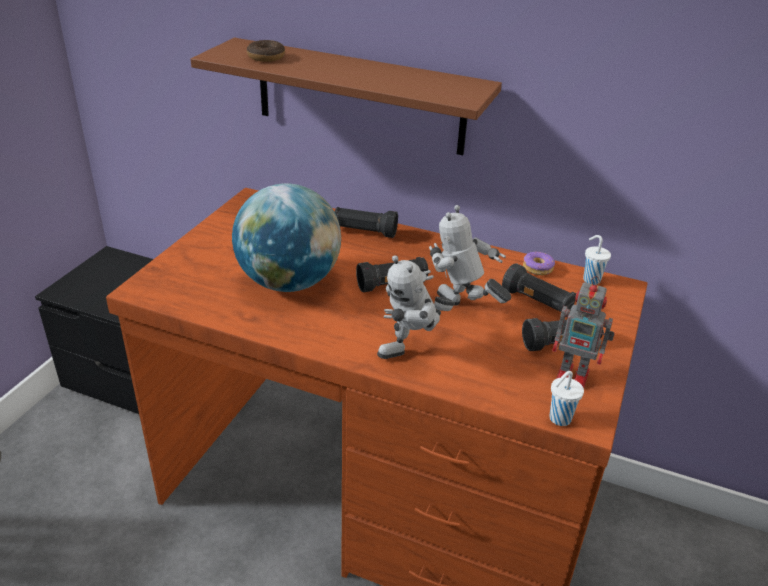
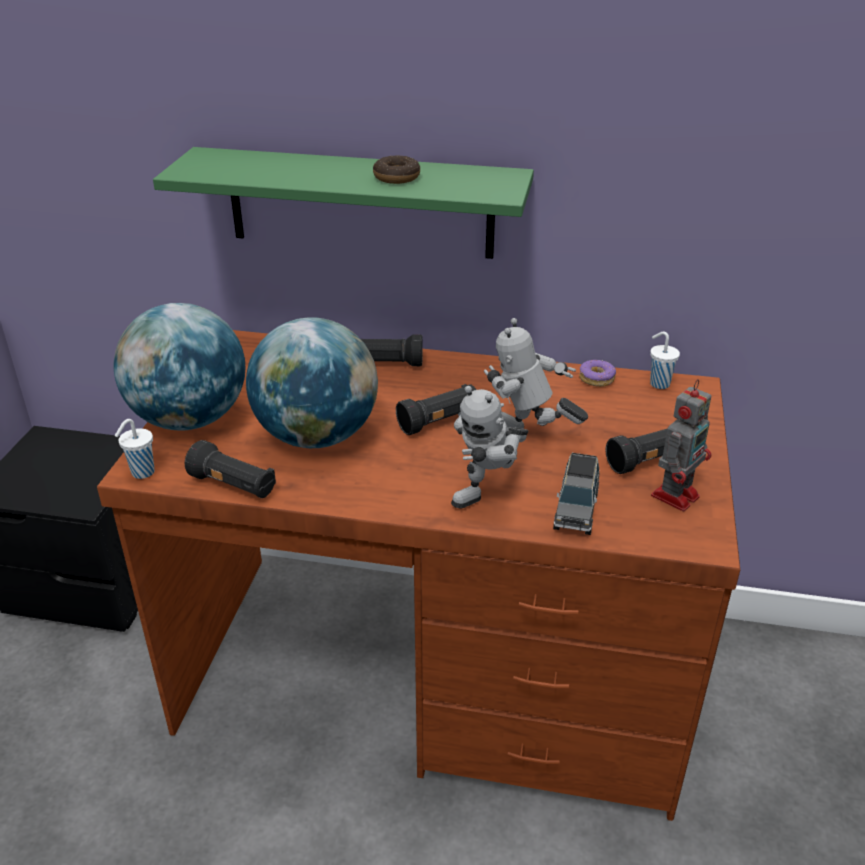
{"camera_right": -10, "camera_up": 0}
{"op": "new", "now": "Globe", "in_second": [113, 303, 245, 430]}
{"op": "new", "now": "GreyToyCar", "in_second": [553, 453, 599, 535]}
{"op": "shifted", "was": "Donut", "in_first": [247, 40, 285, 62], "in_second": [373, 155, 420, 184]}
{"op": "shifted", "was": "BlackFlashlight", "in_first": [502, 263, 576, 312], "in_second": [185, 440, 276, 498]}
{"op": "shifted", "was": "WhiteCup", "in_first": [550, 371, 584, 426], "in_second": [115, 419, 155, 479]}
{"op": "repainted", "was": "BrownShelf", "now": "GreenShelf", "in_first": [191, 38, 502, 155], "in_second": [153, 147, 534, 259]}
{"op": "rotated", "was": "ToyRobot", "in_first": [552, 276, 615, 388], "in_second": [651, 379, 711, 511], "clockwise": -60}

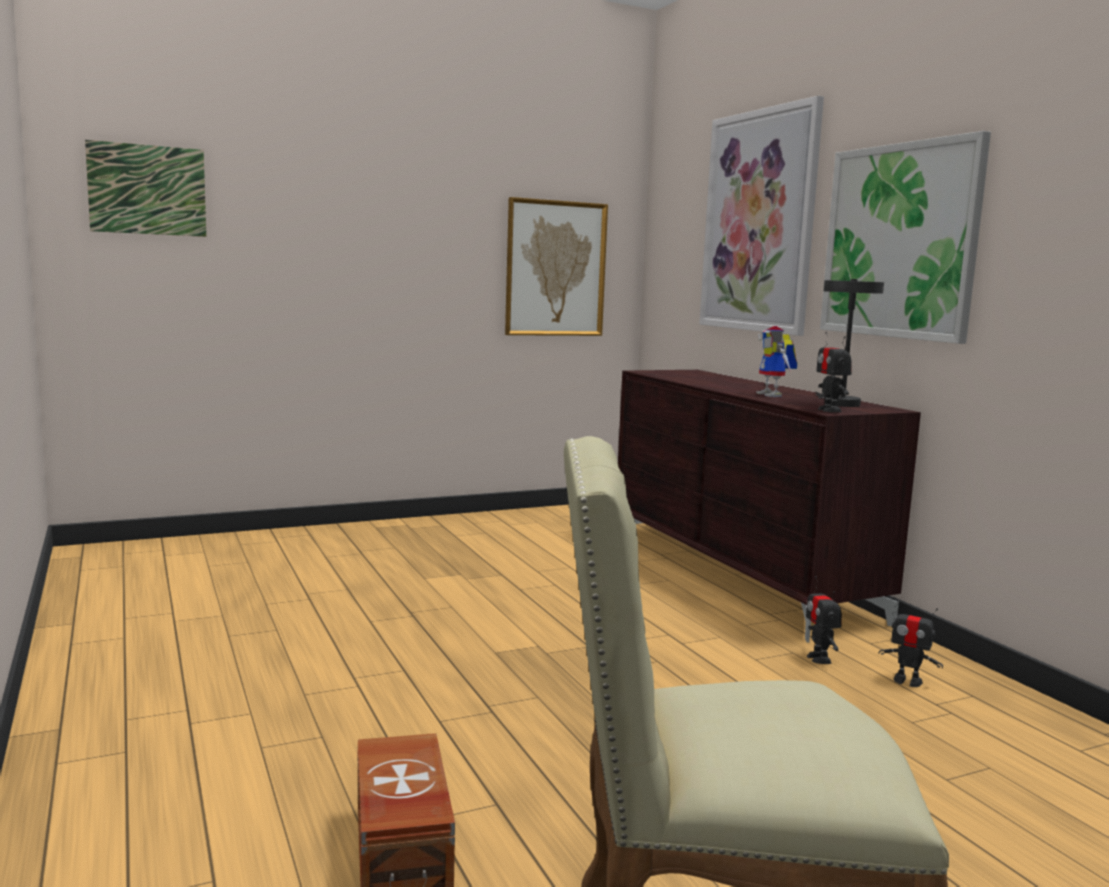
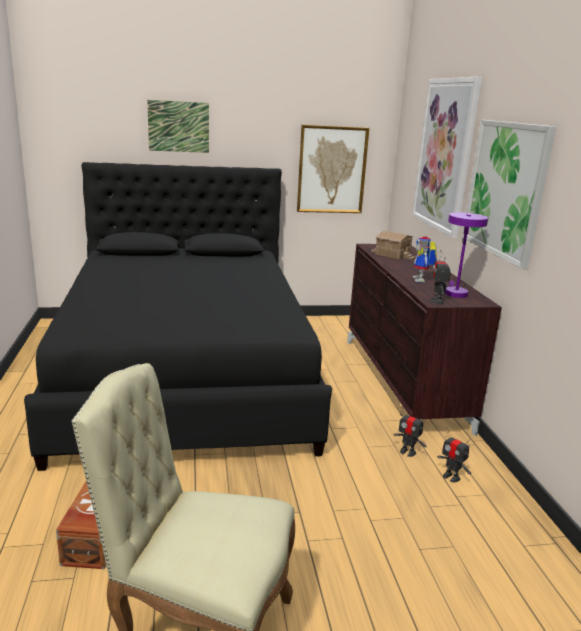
{"camera_right": 15, "camera_up": 10}
{"op": "new", "now": "BlackBed", "in_second": [24, 162, 332, 471]}
{"op": "new", "now": "ToyHouse", "in_second": [371, 231, 415, 260]}
{"op": "shifted", "was": "Picture", "in_first": [85, 140, 206, 237], "in_second": [147, 100, 209, 153]}
{"op": "repainted", "was": "GreyTableLamp", "now": "PurpleTableLamp", "in_first": [815, 279, 884, 407], "in_second": [445, 212, 488, 298]}
{"op": "rotated", "was": "ToyRobot", "in_first": [806, 576, 842, 664], "in_second": [393, 406, 427, 457], "clockwise": -60}

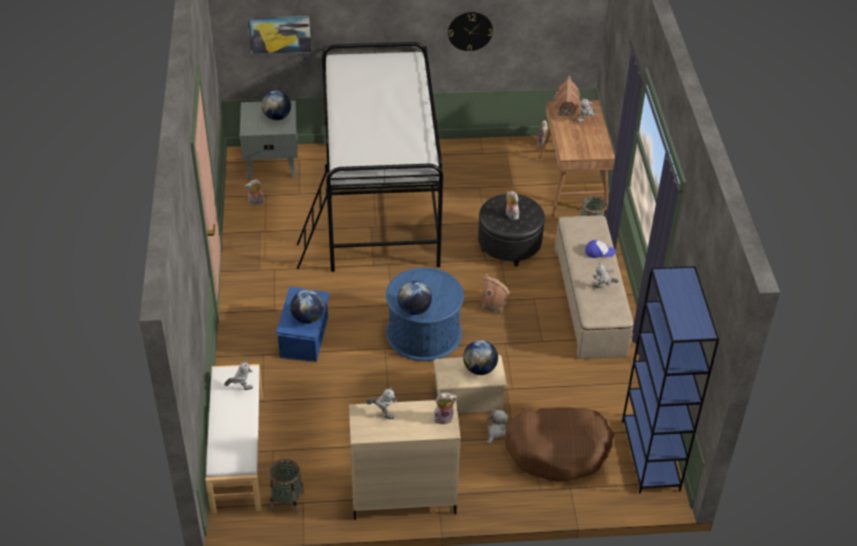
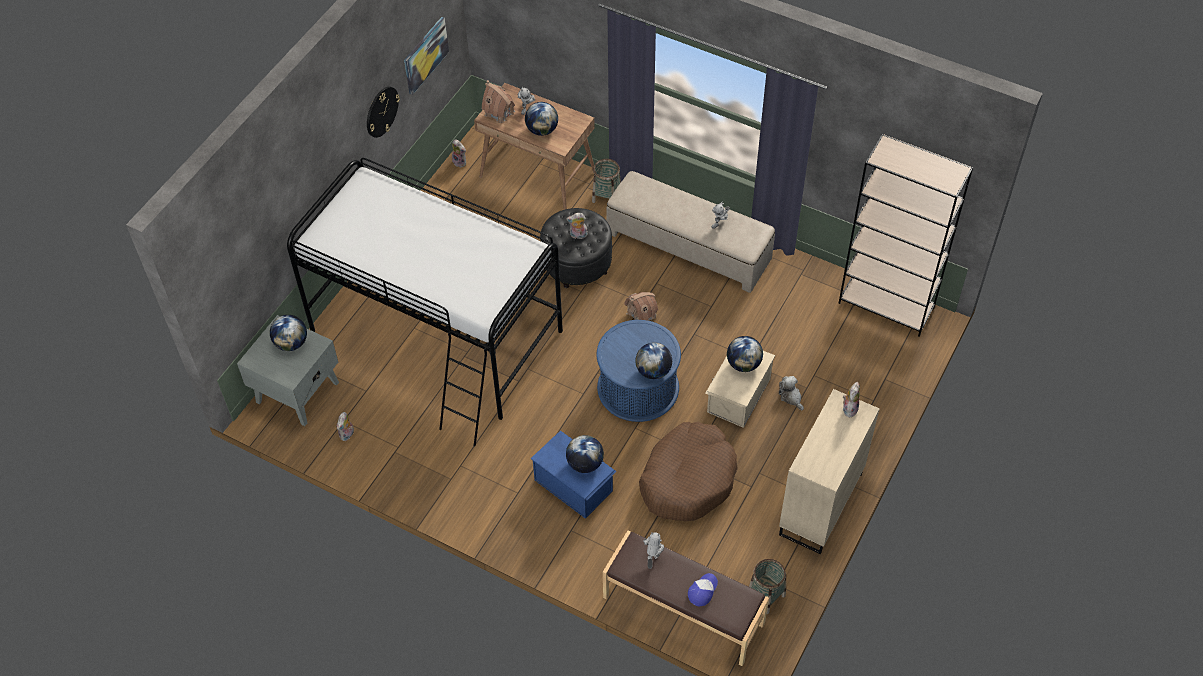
{"camera_right": -55, "camera_up": 10}
{"op": "gone", "was": "ToyRobot", "in_first": [366, 387, 397, 419]}
{"op": "new", "now": "Globe", "in_second": [525, 102, 558, 136]}
{"op": "shifted", "was": "Picture", "in_first": [247, 16, 311, 54], "in_second": [404, 17, 449, 95]}
{"op": "shifted", "was": "BrownDogBed", "in_first": [505, 407, 614, 482], "in_second": [639, 422, 738, 522]}
{"op": "shifted", "was": "Cap", "in_first": [585, 240, 615, 258], "in_second": [688, 573, 718, 606]}
{"op": "repainted", "was": "WhiteBench", "now": "BrownBench", "in_first": [205, 364, 263, 514], "in_second": [603, 531, 769, 666]}
{"op": "repainted", "was": "BlueBookcase", "now": "BeigeBookcase", "in_first": [622, 266, 719, 494], "in_second": [838, 134, 973, 337]}

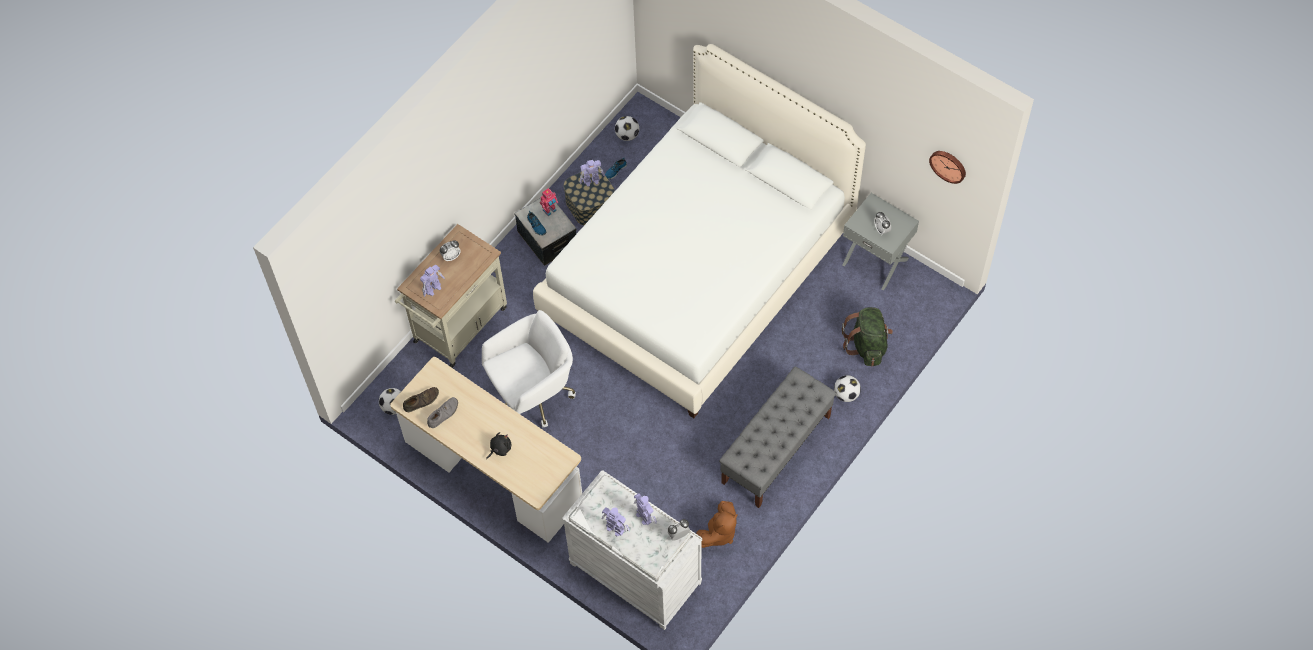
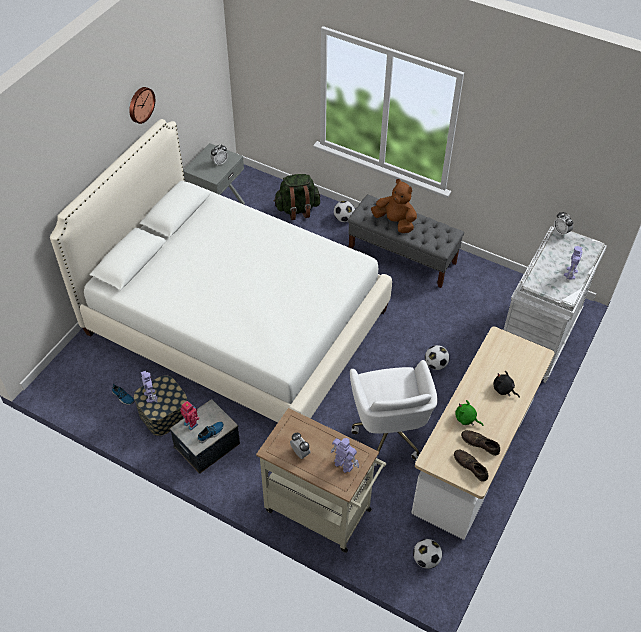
{"camera_right": -100, "camera_up": -10}
{"op": "gone", "was": "ToyRobot", "in_first": [634, 493, 657, 525]}
{"op": "new", "now": "GreenPlushToy", "in_second": [455, 400, 484, 426]}
{"op": "shifted", "was": "Football", "in_first": [615, 116, 639, 141], "in_second": [425, 345, 450, 370]}
{"op": "shifted", "was": "BrownPlushToy", "in_first": [696, 501, 738, 548], "in_second": [371, 179, 417, 233]}
{"op": "shifted", "was": "WallClock", "in_first": [929, 151, 966, 184], "in_second": [129, 87, 155, 124]}
{"op": "repainted", "was": "GreyShoe", "now": "BrownShoe", "in_first": [427, 397, 458, 428], "in_second": [461, 430, 500, 456]}
{"op": "rotated", "was": "WhiteOfficeChair", "in_first": [482, 310, 576, 427], "in_second": [350, 360, 438, 466], "clockwise": -150}

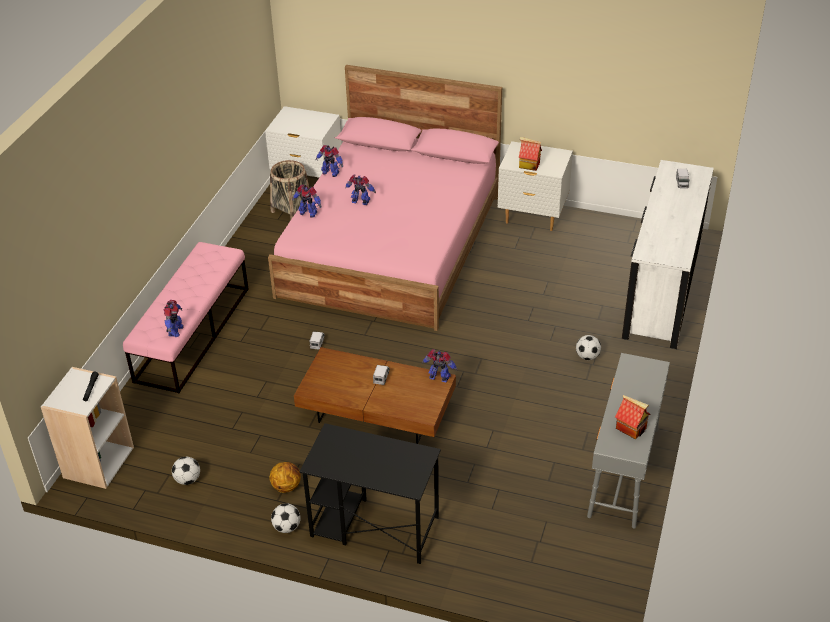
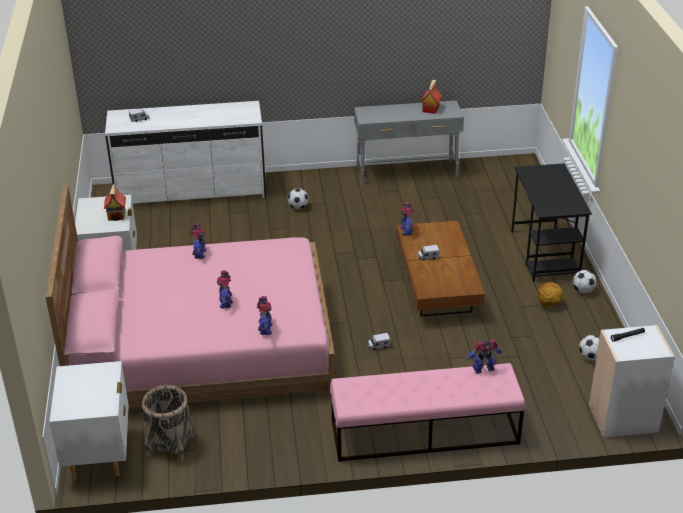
{"camera_right": -115, "camera_up": -5}
{"op": "shifted", "was": "ToyRobot", "in_first": [315, 145, 343, 177], "in_second": [191, 223, 206, 259]}

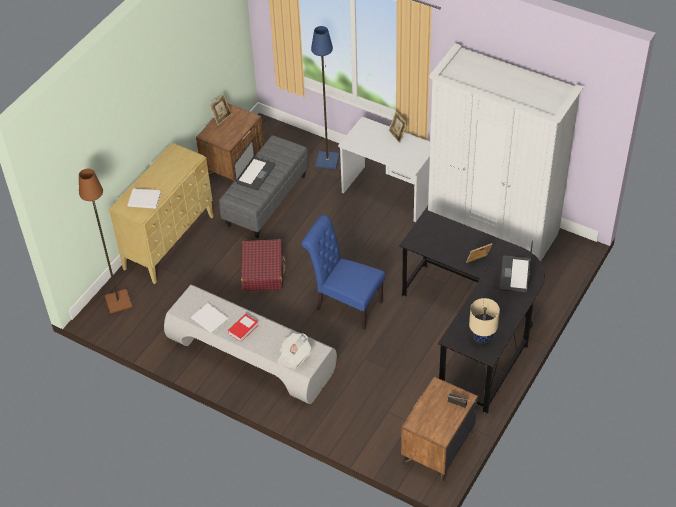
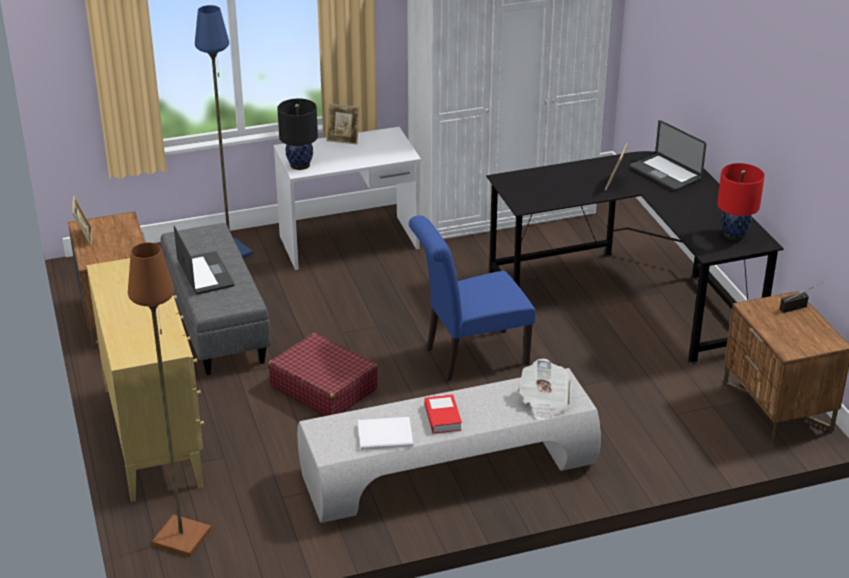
{"camera_right": -50, "camera_up": -15}
{"op": "gone", "was": "WhiteBook", "in_first": [128, 188, 161, 209]}
{"op": "new", "now": "BlackTableLamp", "in_second": [277, 99, 318, 170]}
{"op": "repainted", "was": "BeigeTableLamp", "now": "RedTableLamp", "in_first": [469, 298, 500, 345], "in_second": [717, 163, 765, 241]}

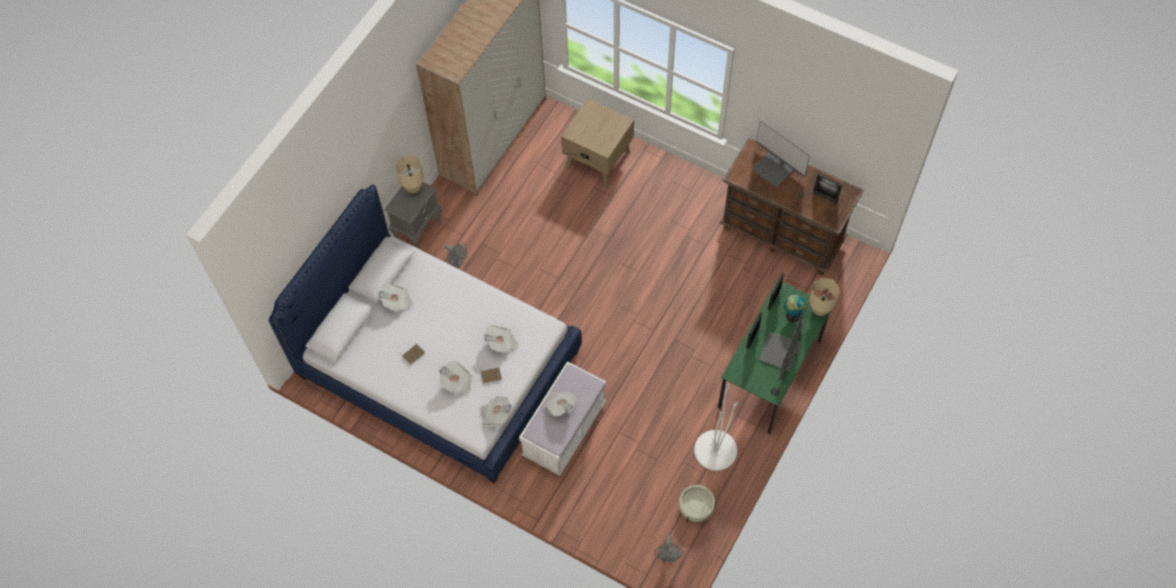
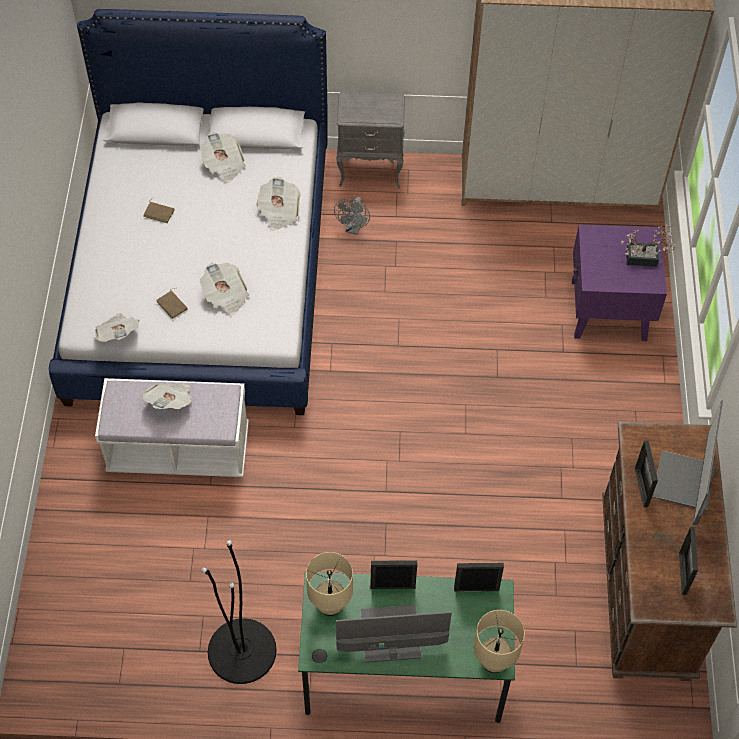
{"camera_right": 60, "camera_up": -5}
{"op": "gone", "was": "GreyFan", "in_first": [654, 535, 684, 562]}
{"op": "gone", "was": "BeigePlanter", "in_first": [679, 485, 716, 523]}
{"op": "gone", "was": "Globe", "in_first": [784, 295, 806, 322]}
{"op": "new", "now": "PottedPlant", "in_second": [621, 224, 675, 267]}
{"op": "new", "now": "PictureFrame", "in_second": [635, 440, 658, 507]}
{"op": "shifted", "was": "BeigeTableLamp", "in_first": [396, 155, 424, 195], "in_second": [306, 552, 353, 616]}
{"op": "shifted", "was": "Newspaper", "in_first": [439, 361, 472, 394], "in_second": [256, 177, 301, 231]}
{"op": "repainted", "was": "BeigeNightstand", "now": "PurpleNightstand", "in_first": [561, 98, 634, 186], "in_second": [572, 225, 667, 341]}
{"op": "repainted", "was": "WhiteFloorLamp", "now": "BlackFloorLamp", "in_first": [694, 384, 739, 471], "in_second": [202, 540, 276, 684]}

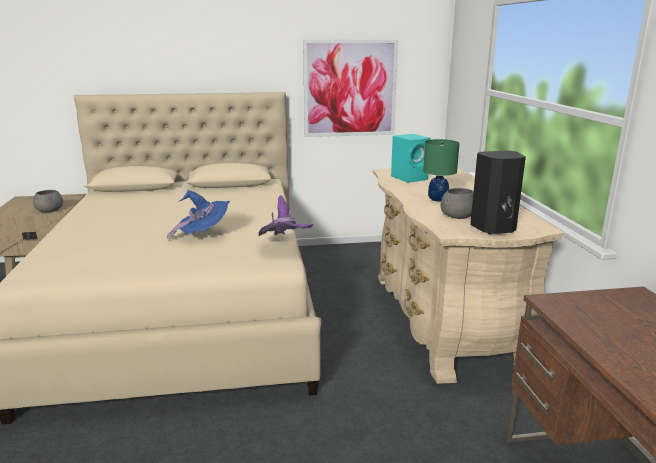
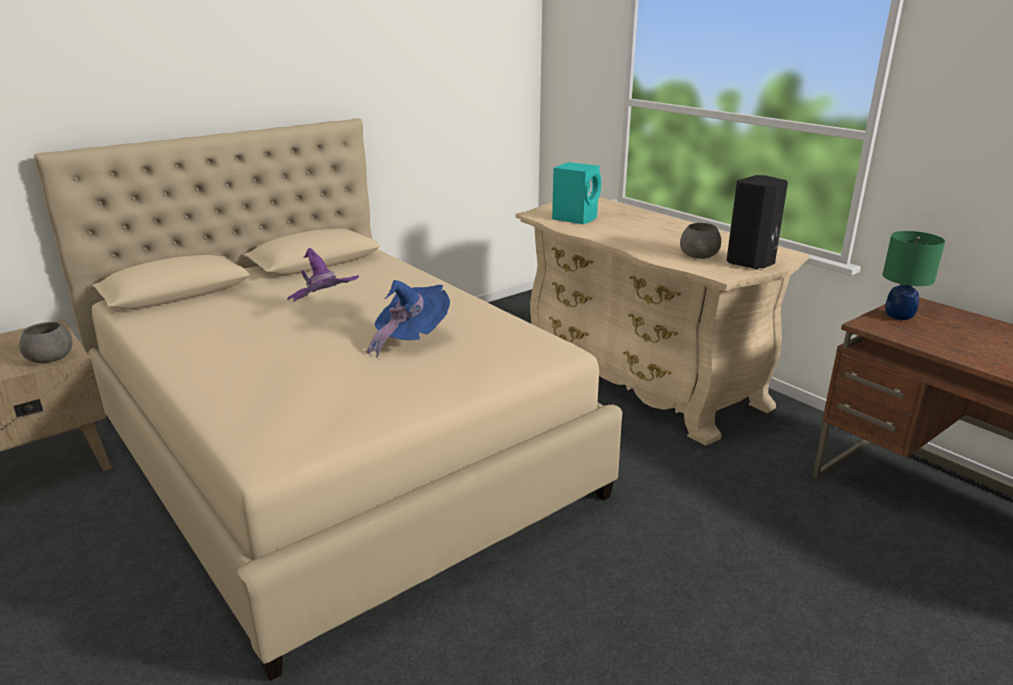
{"camera_right": -30, "camera_up": 5}
{"op": "gone", "was": "Picture", "in_first": [303, 40, 398, 137]}
{"op": "shifted", "was": "PurpleHat", "in_first": [258, 195, 314, 236], "in_second": [287, 248, 359, 302]}
{"op": "shifted", "was": "GreenTableLamp", "in_first": [423, 139, 459, 201], "in_second": [882, 231, 945, 320]}

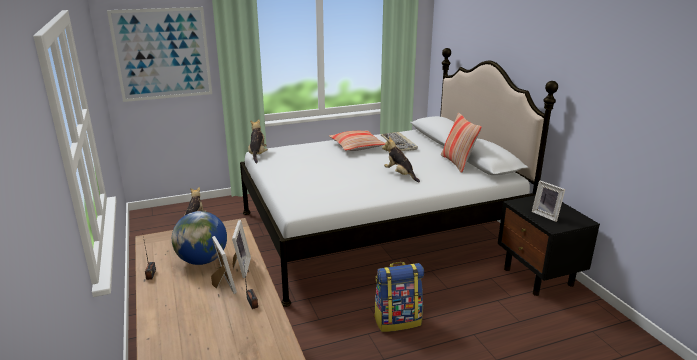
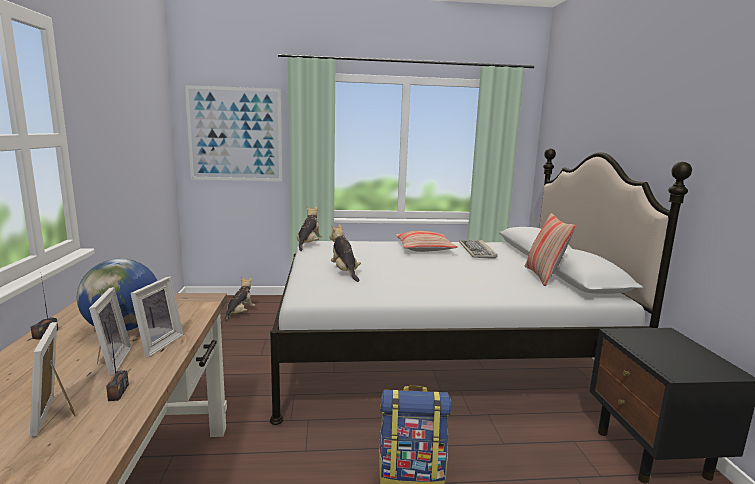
{"camera_right": 15, "camera_up": -10}
{"op": "shifted", "was": "PlushToy", "in_first": [382, 137, 420, 183], "in_second": [329, 224, 361, 282]}
{"op": "shifted", "was": "PictureFrame", "in_first": [532, 180, 565, 222], "in_second": [30, 322, 75, 437]}

